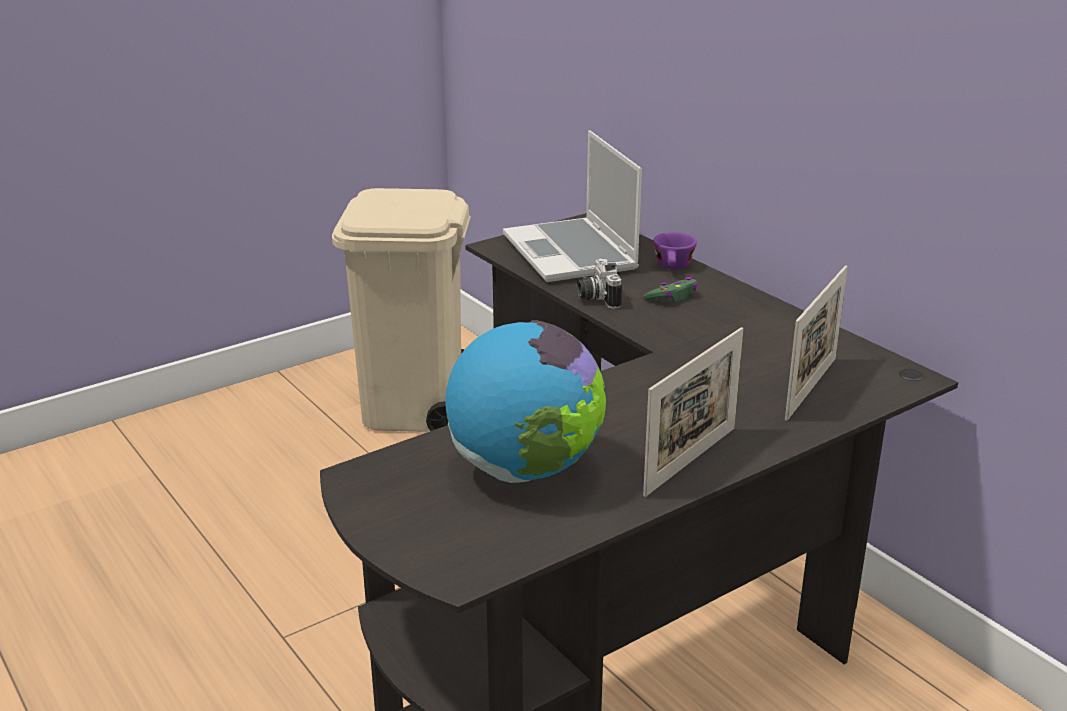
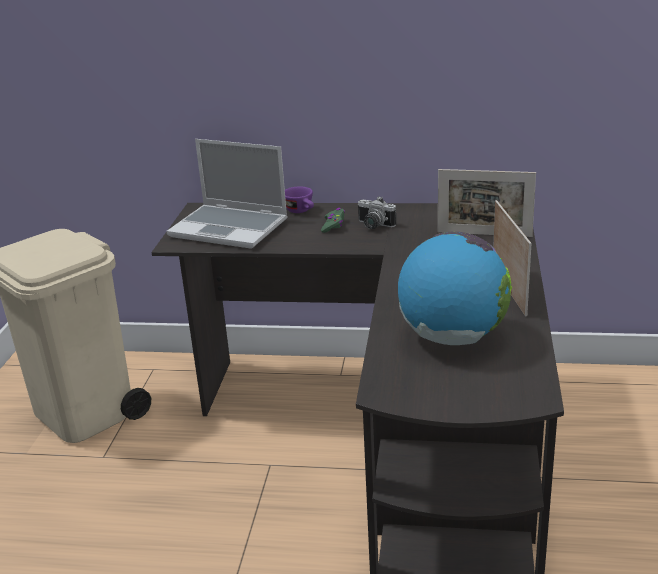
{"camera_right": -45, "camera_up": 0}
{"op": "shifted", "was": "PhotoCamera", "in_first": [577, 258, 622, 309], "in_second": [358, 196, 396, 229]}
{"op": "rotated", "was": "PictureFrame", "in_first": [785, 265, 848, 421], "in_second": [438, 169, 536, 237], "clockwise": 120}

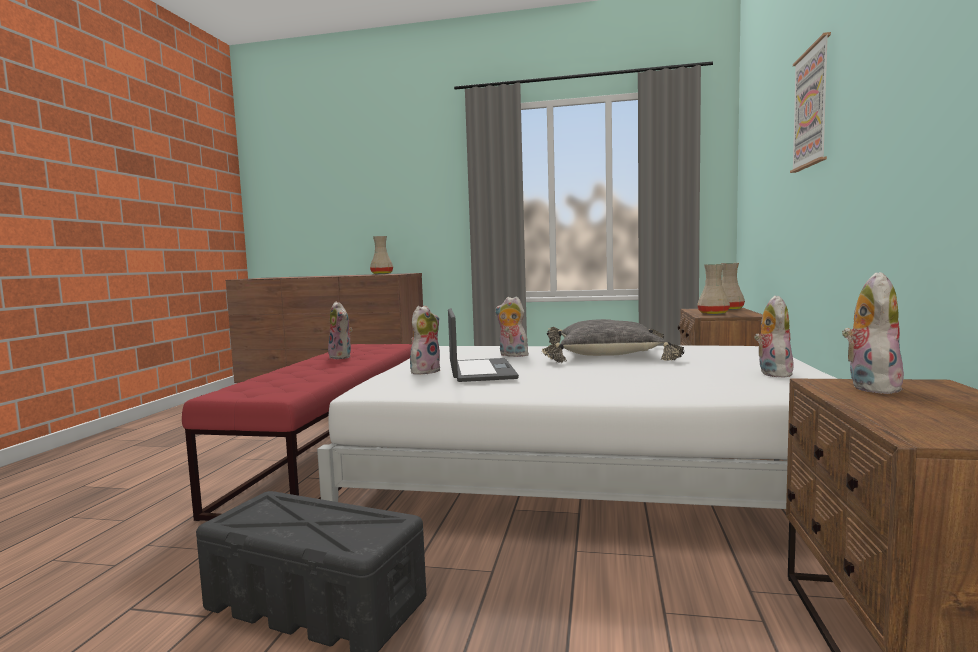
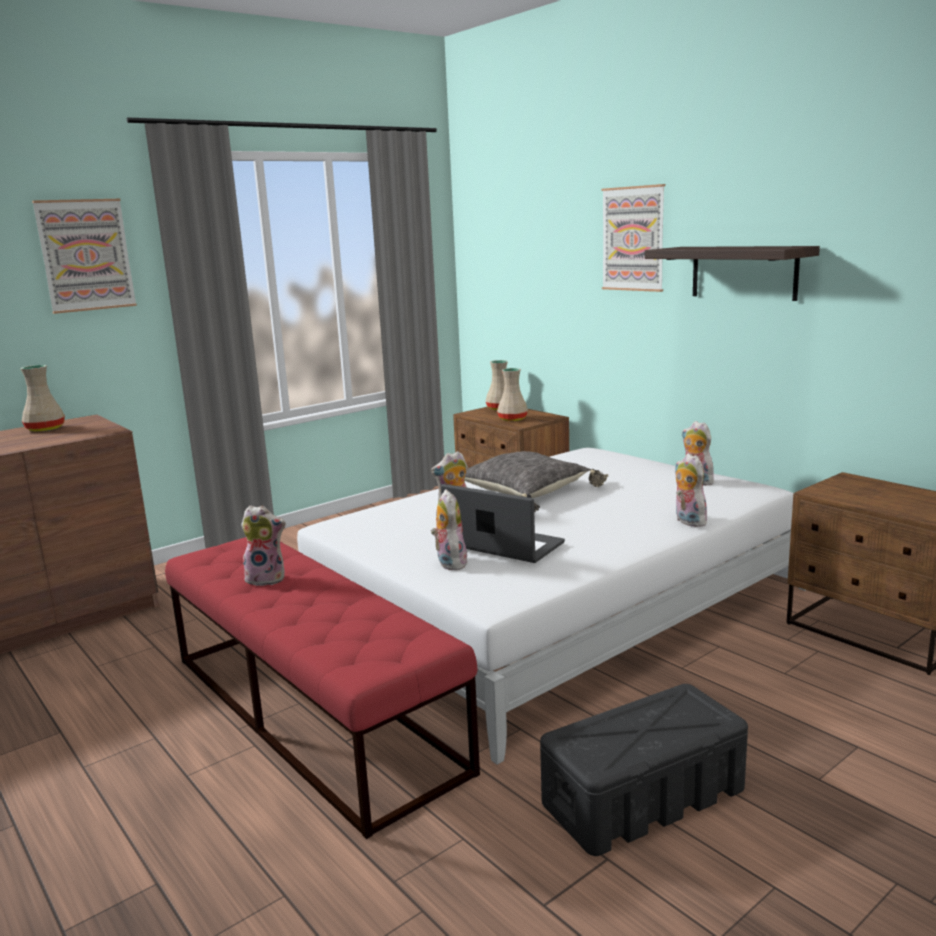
{"camera_right": -50, "camera_up": 10}
{"op": "new", "now": "Picture", "in_second": [32, 199, 137, 314]}
{"op": "new", "now": "Shelf", "in_second": [645, 246, 820, 301]}
{"op": "shifted", "was": "PlushToy", "in_first": [842, 272, 904, 394], "in_second": [675, 454, 707, 527]}

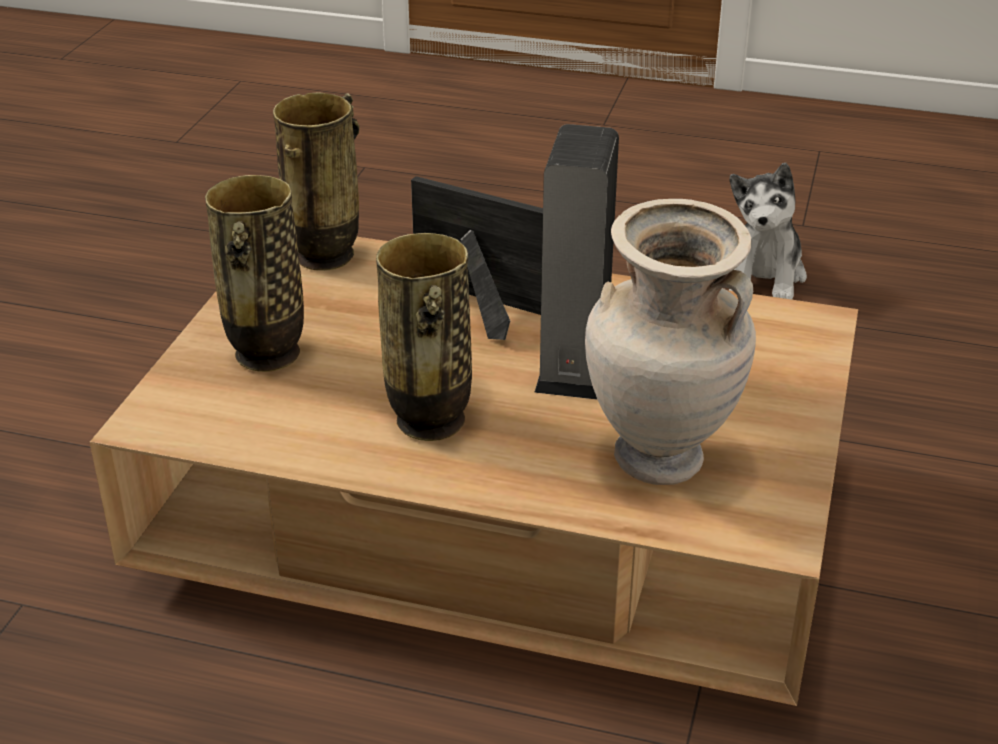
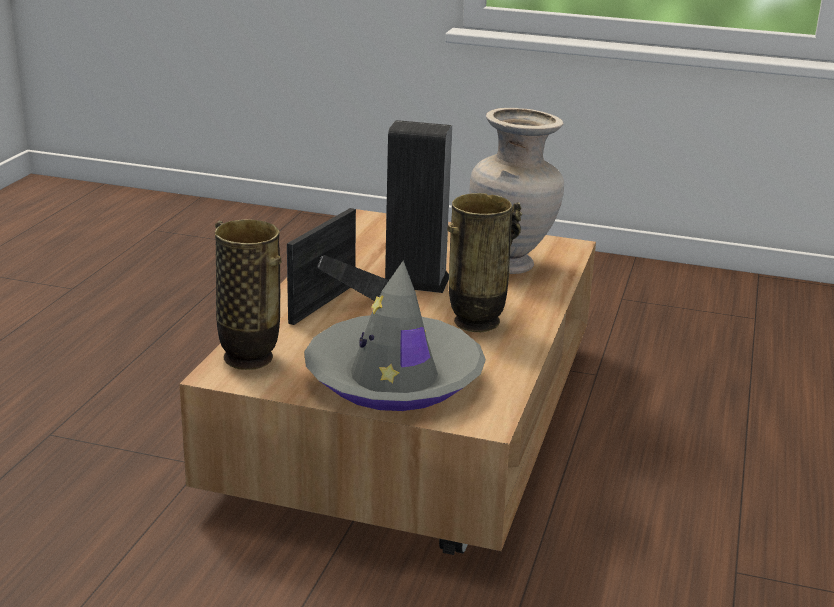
{"camera_right": -90, "camera_up": -10}
{"op": "gone", "was": "PlushToy", "in_first": [729, 163, 807, 299]}
{"op": "swapped", "was": "Vase", "now": "GreyHat", "in_first": [205, 175, 304, 372], "in_second": [304, 260, 486, 411]}

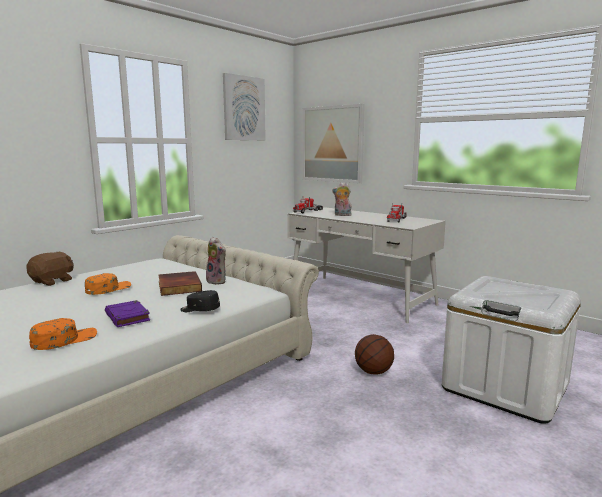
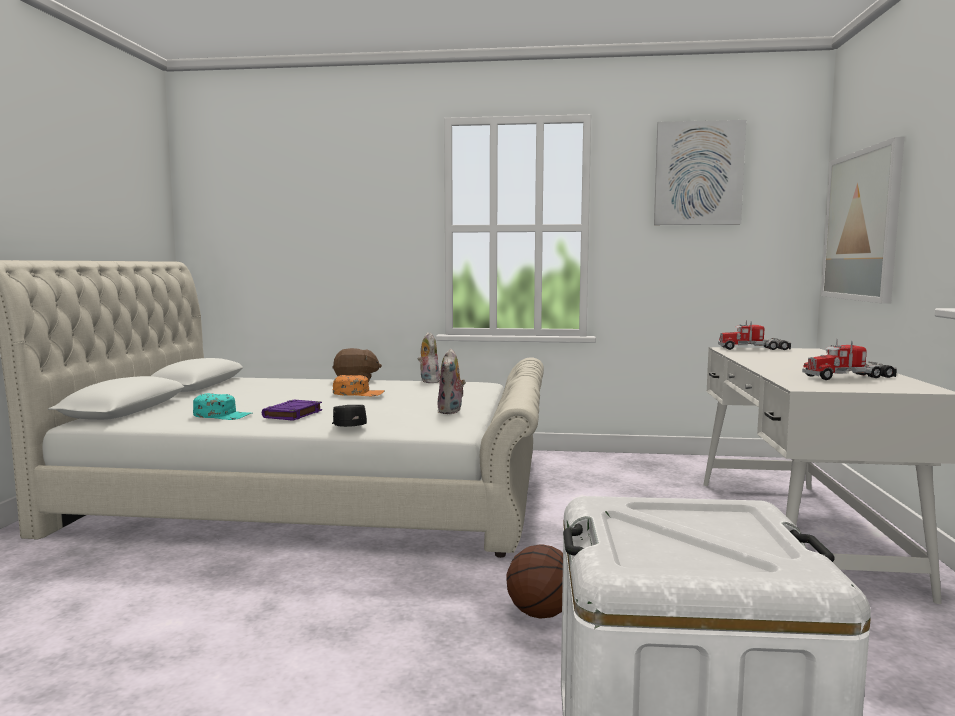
{"camera_right": 55, "camera_up": -5}
{"op": "gone", "was": "Book", "in_first": [158, 271, 202, 296]}
{"op": "shifted", "was": "PlushToy", "in_first": [332, 182, 352, 216], "in_second": [418, 332, 440, 383]}
{"op": "repainted", "was": "OrangeCap", "now": "TurquoiseCap", "in_first": [29, 318, 97, 350], "in_second": [193, 393, 251, 420]}

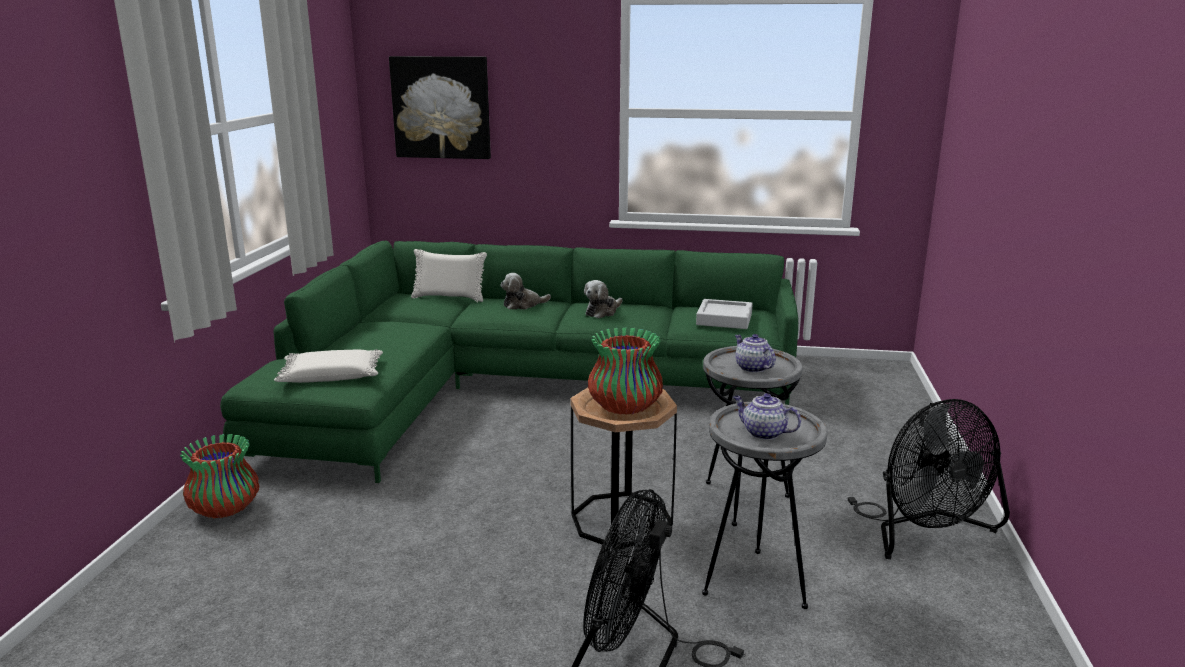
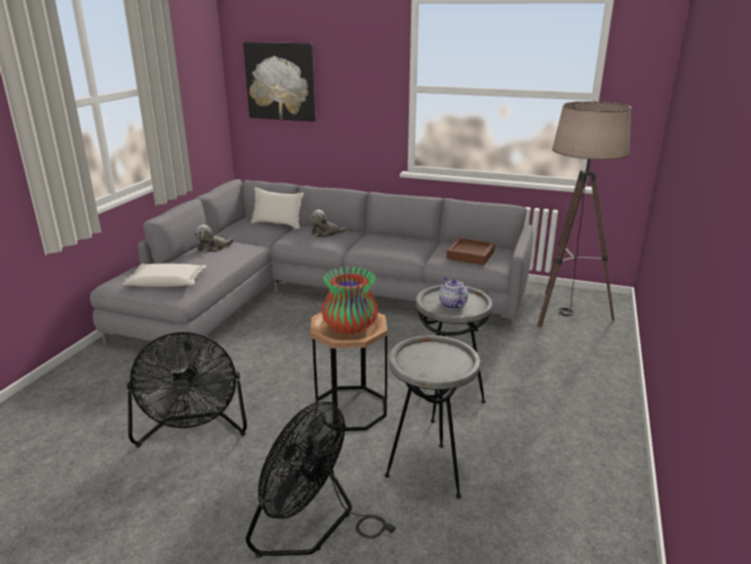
{"camera_right": 10, "camera_up": 5}
{"op": "gone", "was": "Vase", "in_first": [180, 434, 259, 519]}
{"op": "gone", "was": "Teapot", "in_first": [733, 393, 801, 440]}
{"op": "new", "now": "FloorLamp", "in_second": [537, 101, 631, 328]}
{"op": "shifted", "was": "PlushToy", "in_first": [584, 280, 622, 318], "in_second": [194, 225, 234, 252]}
{"op": "shifted", "was": "BlackFan", "in_first": [848, 399, 1010, 559], "in_second": [127, 332, 247, 448]}
{"op": "repainted", "was": "GreenSofa", "now": "GreySofa", "in_first": [220, 240, 798, 483], "in_second": [90, 179, 533, 360]}
{"op": "repainted", "was": "GreyTray", "now": "BrownTray", "in_first": [696, 299, 753, 329], "in_second": [447, 238, 495, 265]}

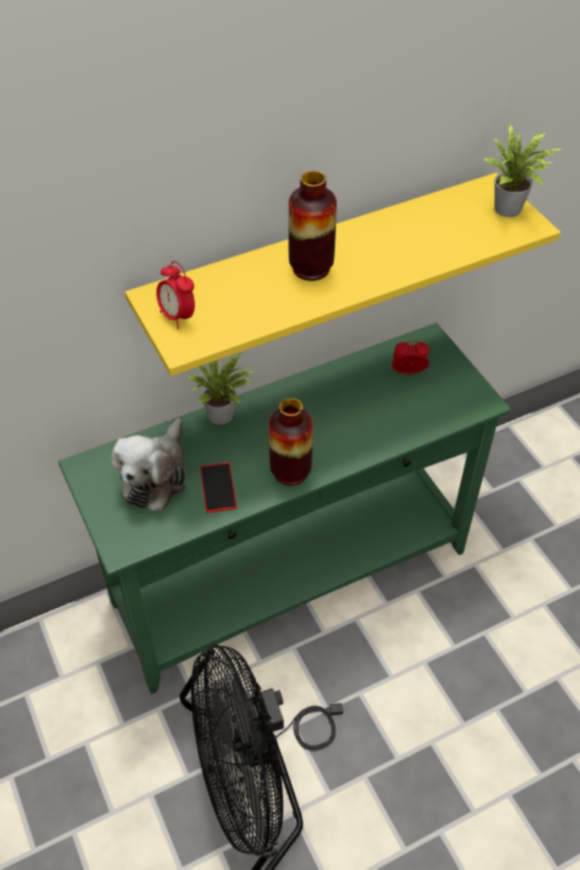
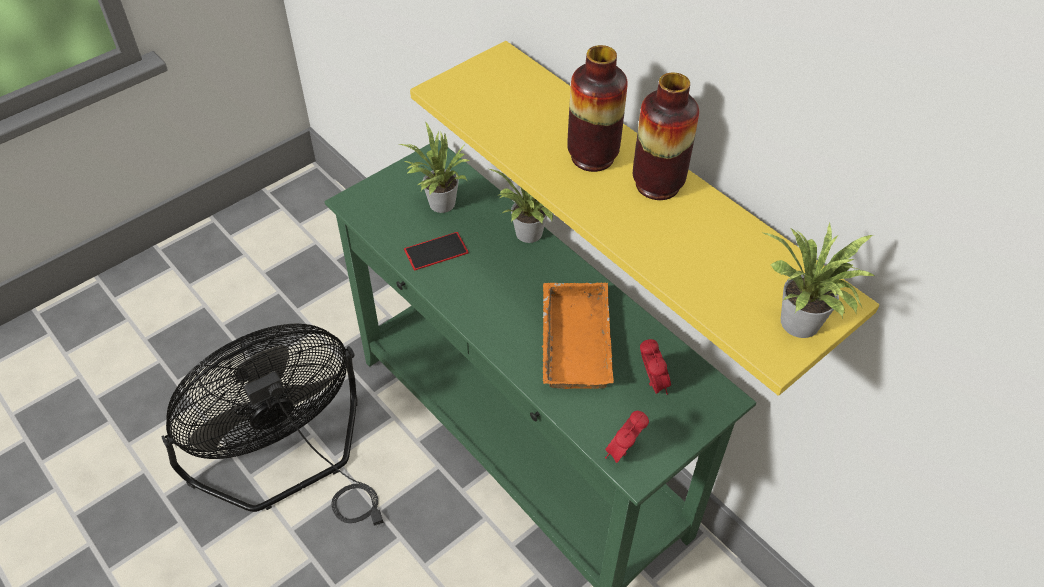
{"camera_right": 75, "camera_up": 0}
{"op": "new", "now": "OrangeTray", "in_second": [542, 282, 614, 389]}
{"op": "shifted", "was": "AlarmClock", "in_first": [156, 261, 195, 329], "in_second": [605, 411, 649, 463]}
{"op": "shifted", "was": "Vase", "in_first": [269, 398, 313, 486], "in_second": [633, 73, 699, 200]}
{"op": "swapped", "was": "PlushToy", "now": "PottedPlant", "in_first": [112, 418, 186, 512], "in_second": [399, 122, 470, 213]}

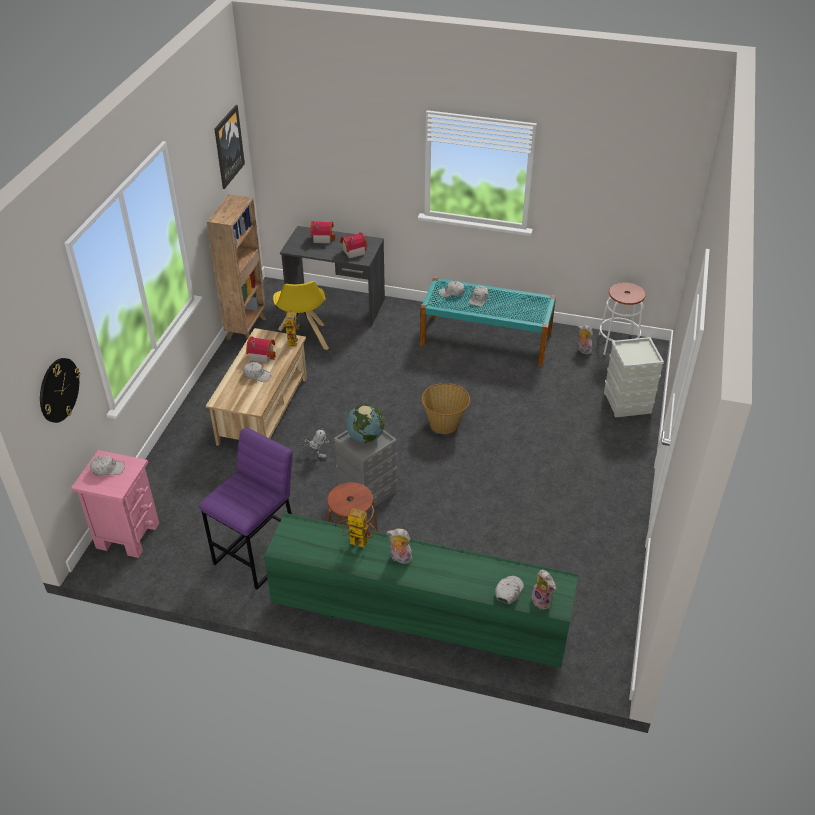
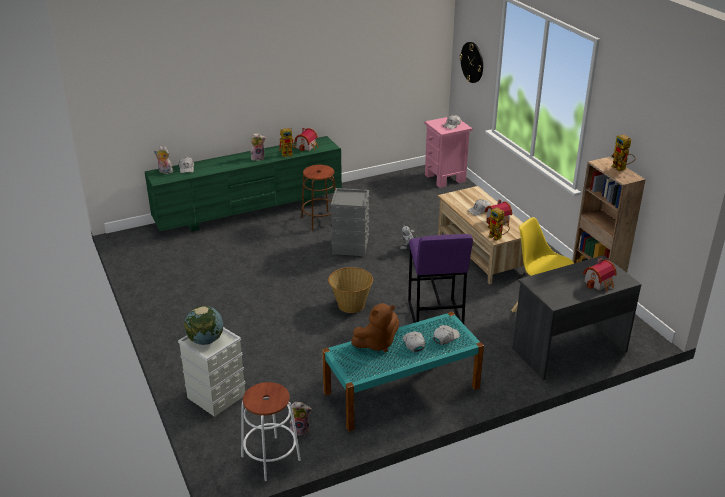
{"camera_right": 140, "camera_up": -10}
{"op": "gone", "was": "Picture", "in_first": [214, 105, 245, 189]}
{"op": "new", "now": "BrownPlushToy", "in_second": [351, 303, 399, 353]}
{"op": "new", "now": "ToyRobot", "in_second": [611, 134, 636, 171]}
{"op": "shifted", "was": "PurpleStool", "in_first": [199, 427, 293, 590], "in_second": [408, 234, 473, 324]}
{"op": "shifted", "was": "ToyHouse", "in_first": [340, 232, 367, 259], "in_second": [294, 128, 318, 151]}
{"op": "shifted", "was": "Globe", "in_first": [346, 404, 385, 443], "in_second": [184, 306, 223, 345]}

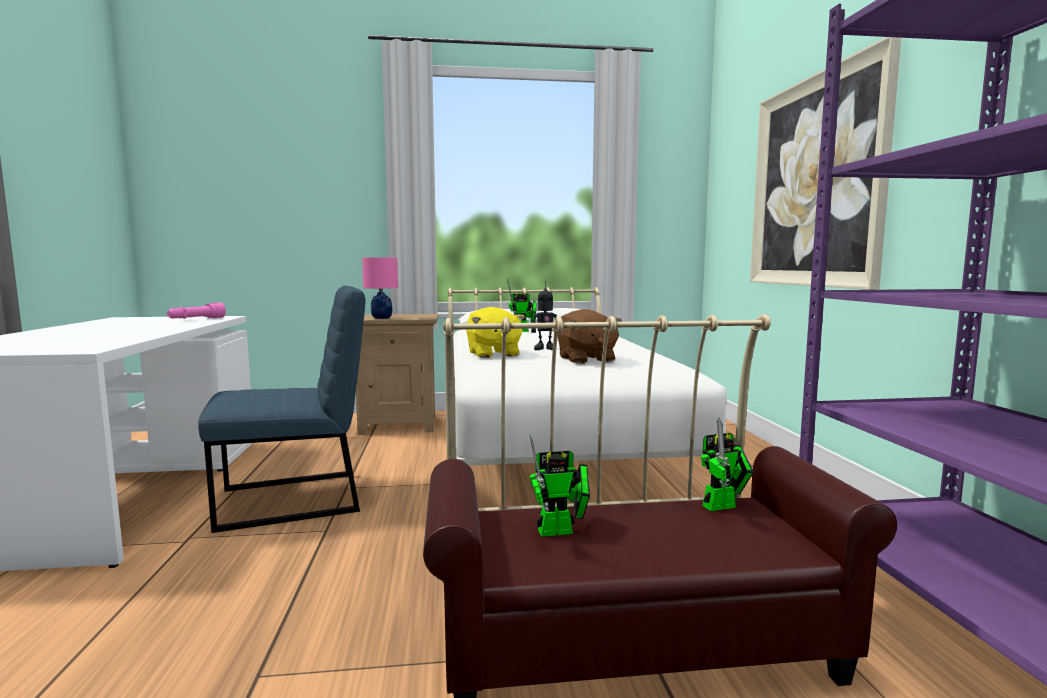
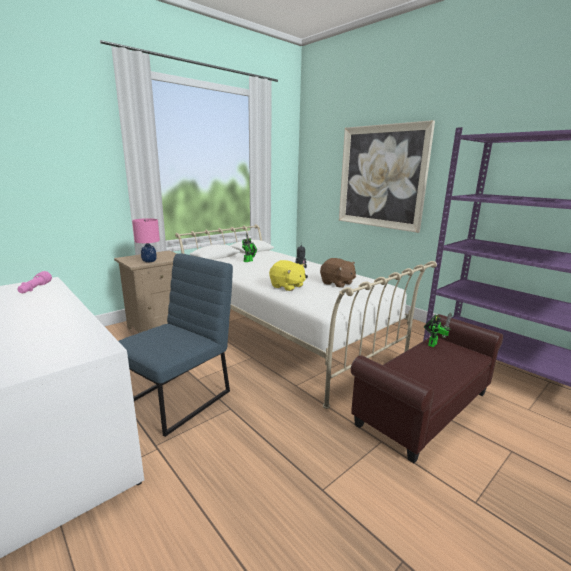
{"camera_right": -35, "camera_up": 10}
{"op": "gone", "was": "ToyRobot", "in_first": [530, 434, 590, 537]}

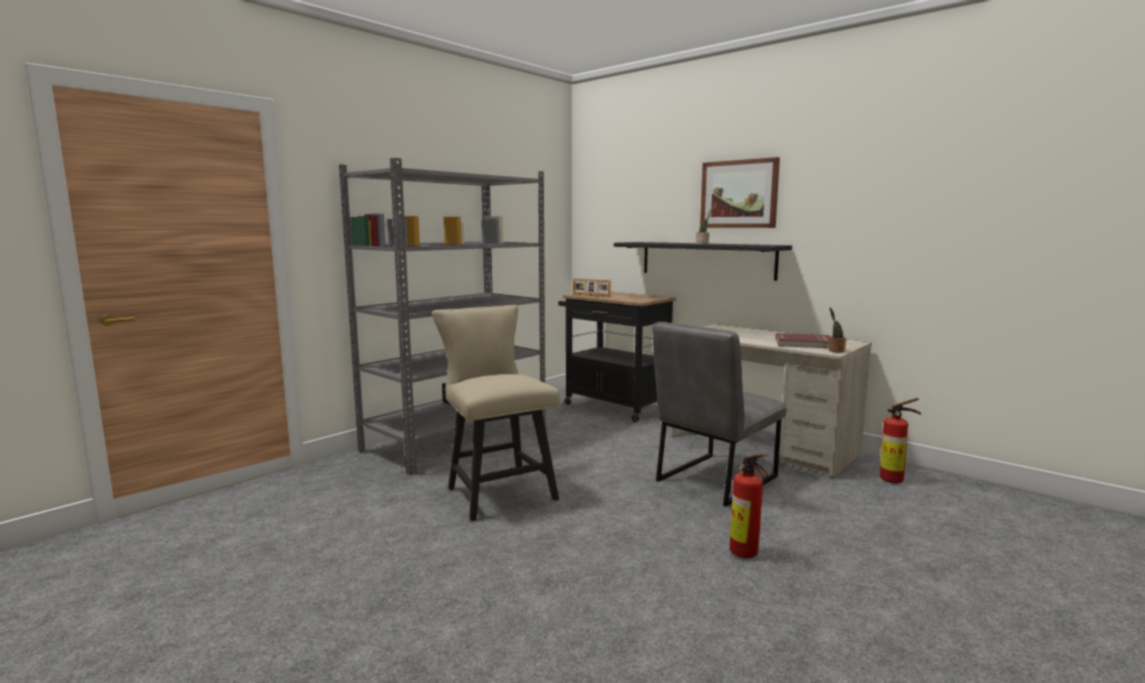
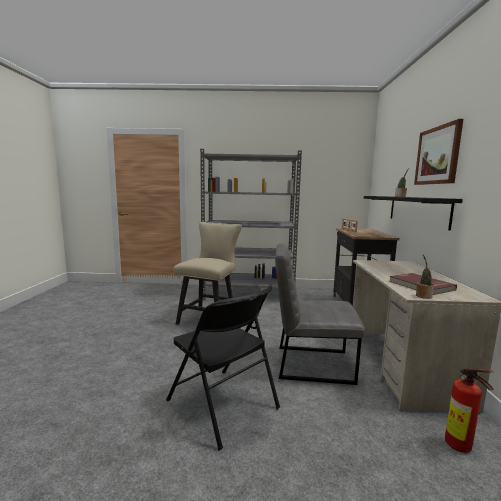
{"camera_right": 50, "camera_up": 0}
{"op": "swapped", "was": "FireExtinguisher", "now": "BlackChair", "in_first": [730, 454, 768, 558], "in_second": [166, 286, 280, 451]}

